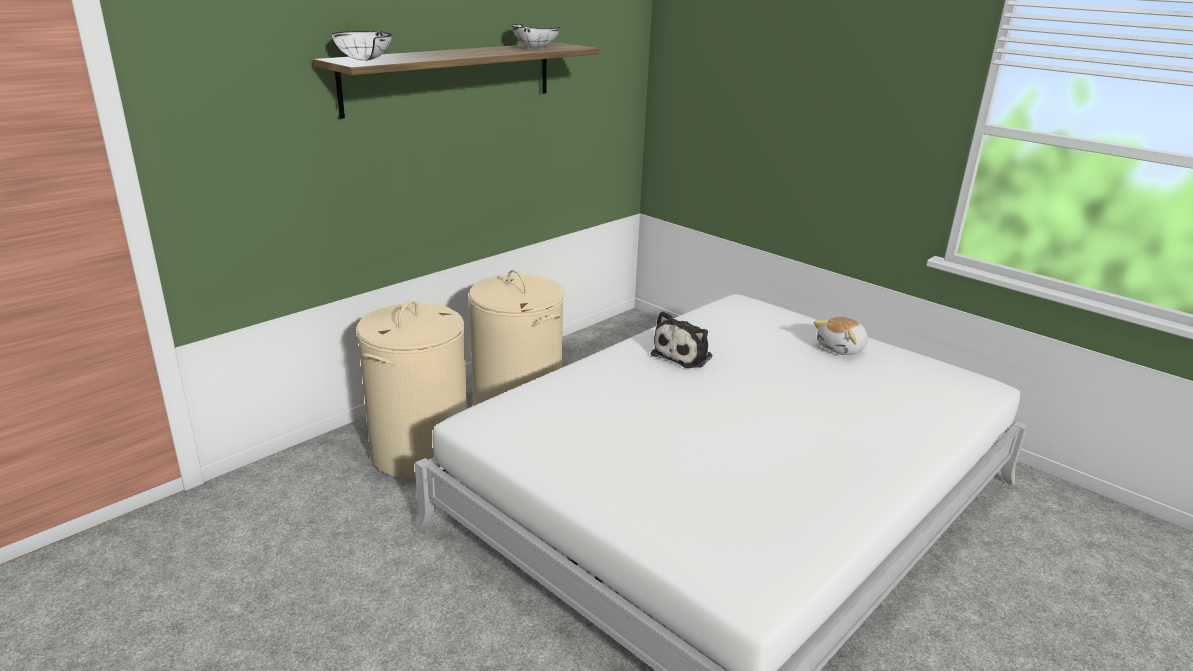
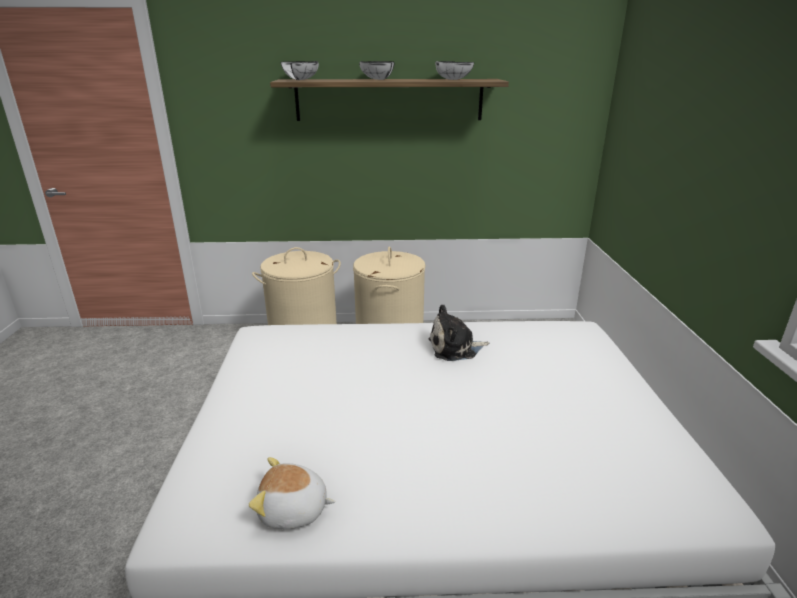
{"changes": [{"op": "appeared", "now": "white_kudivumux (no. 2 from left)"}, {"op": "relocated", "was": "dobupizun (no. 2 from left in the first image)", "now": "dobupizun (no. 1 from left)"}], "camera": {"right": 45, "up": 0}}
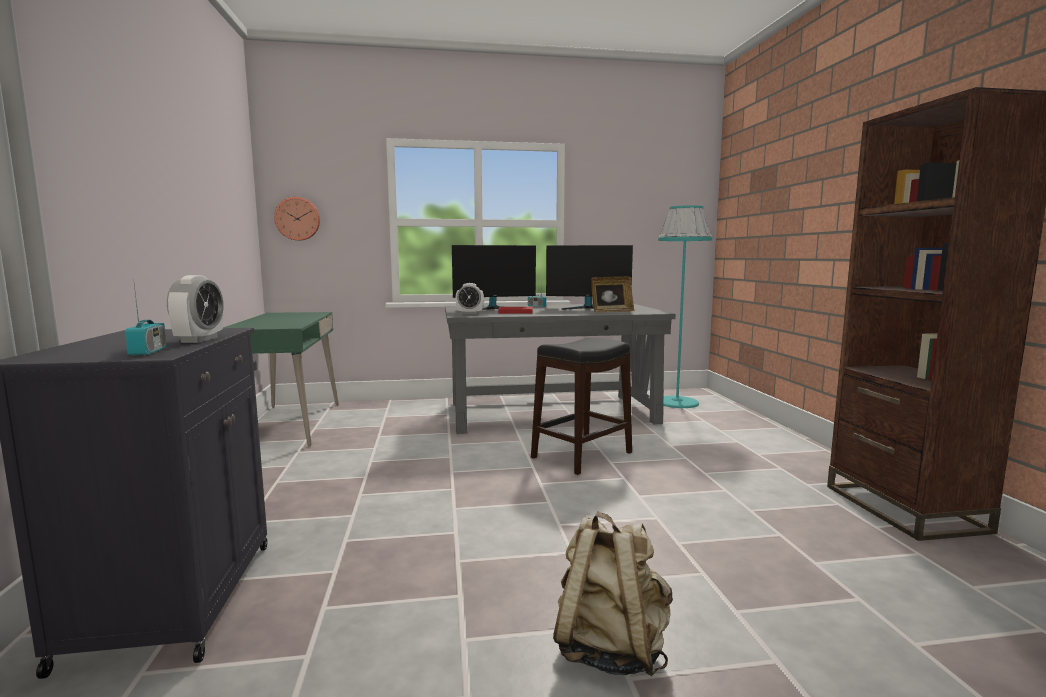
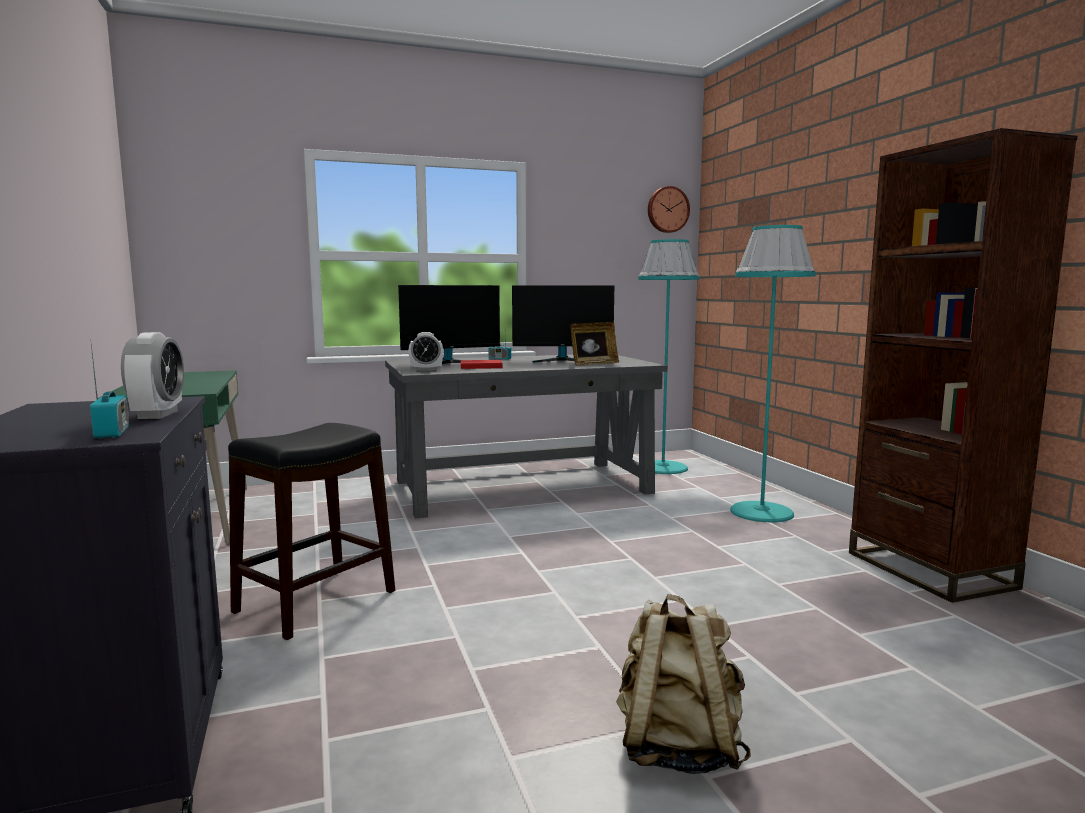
{"changes": [{"op": "appeared", "now": "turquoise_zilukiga (no. 2 from left)"}, {"op": "relocated", "was": "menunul"}, {"op": "relocated", "was": "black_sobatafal"}], "camera": {"right": -10, "up": 0}}
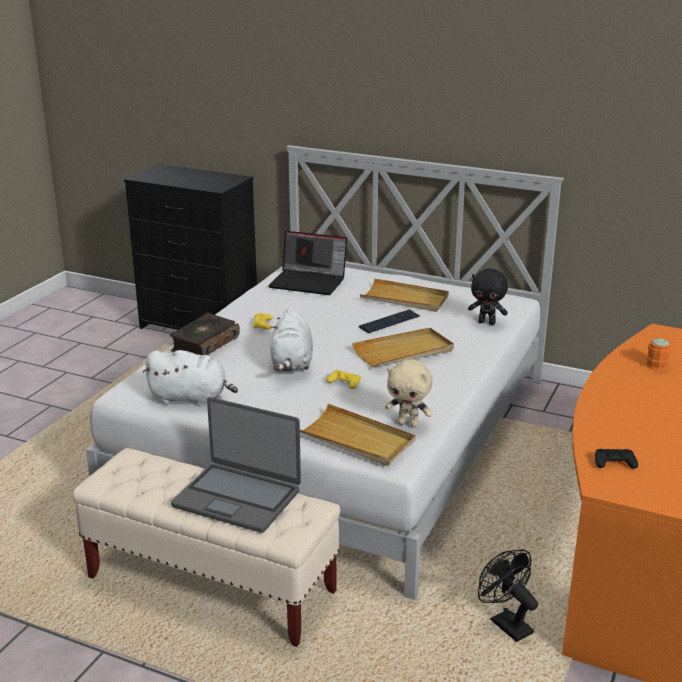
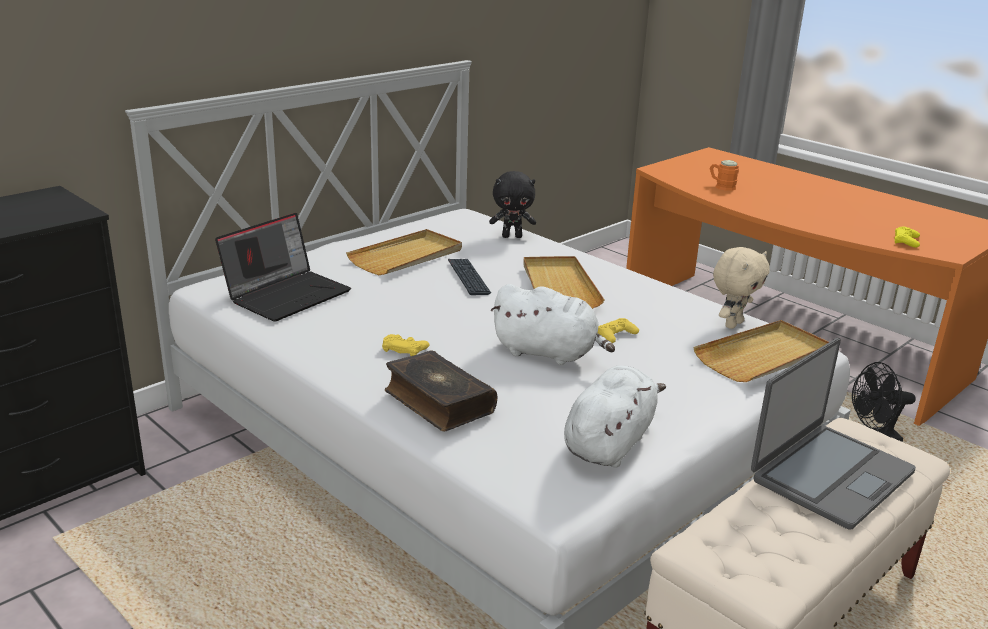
{"changes": [{"op": "colour", "was": "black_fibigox", "now": "yellow_fibigox (no. 3 from left)"}, {"op": "spun", "was": "black_dobupizun", "clockwise": 45}], "camera": {"right": -70, "up": 0}}
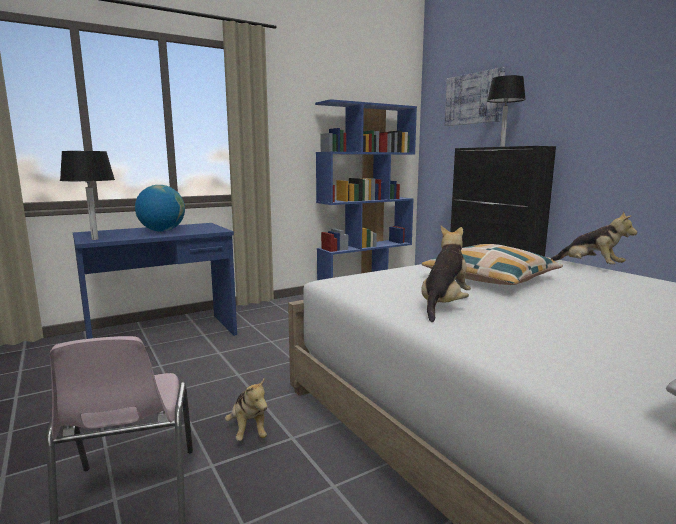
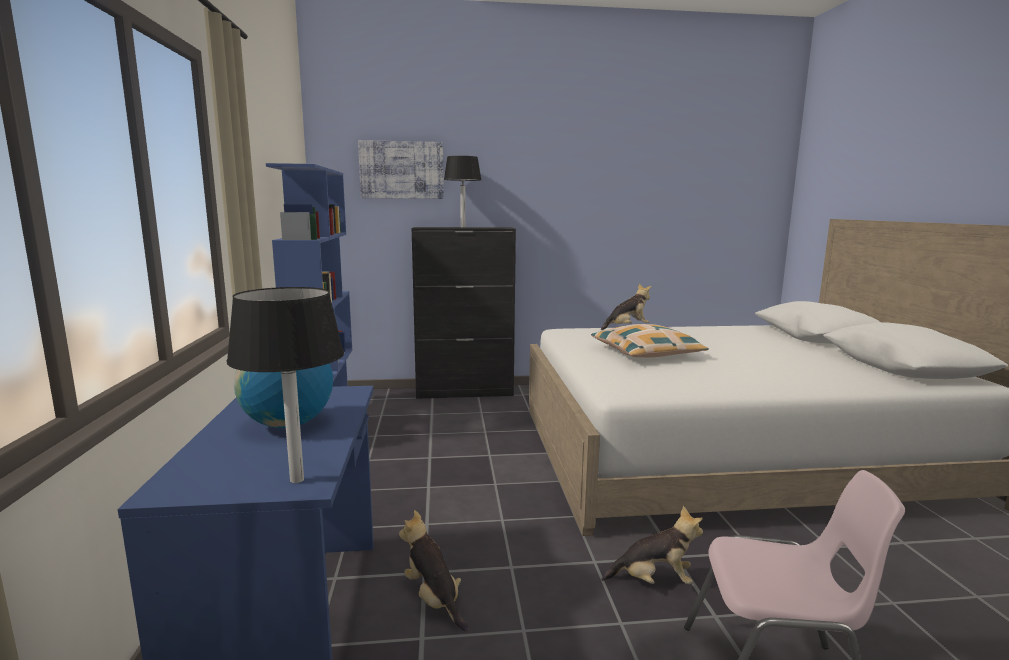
{"changes": [{"op": "relocated", "was": "dobupizun (no. 2 from left in the first image)", "now": "dobupizun (no. 1 from left)"}], "camera": {"right": -65, "up": 0}}
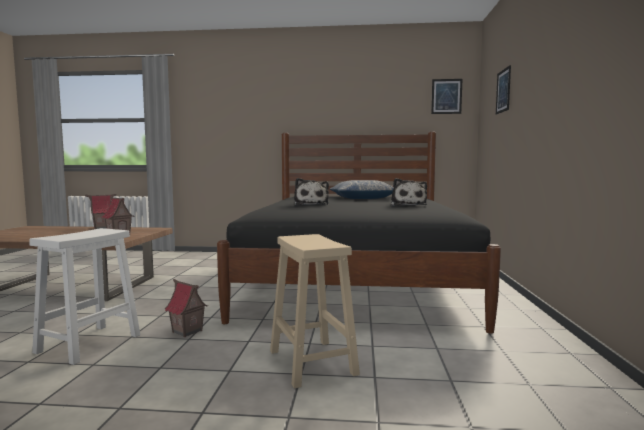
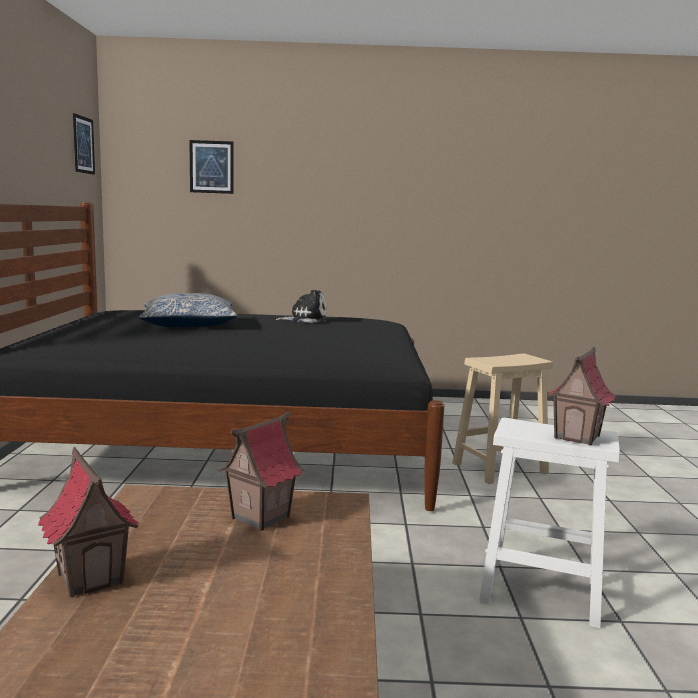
{"changes": [{"op": "missing", "was": "dobupizun (no. 1 from left)"}, {"op": "relocated", "was": "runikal (no. 3 from left)"}], "camera": {"right": -95, "up": 5}}
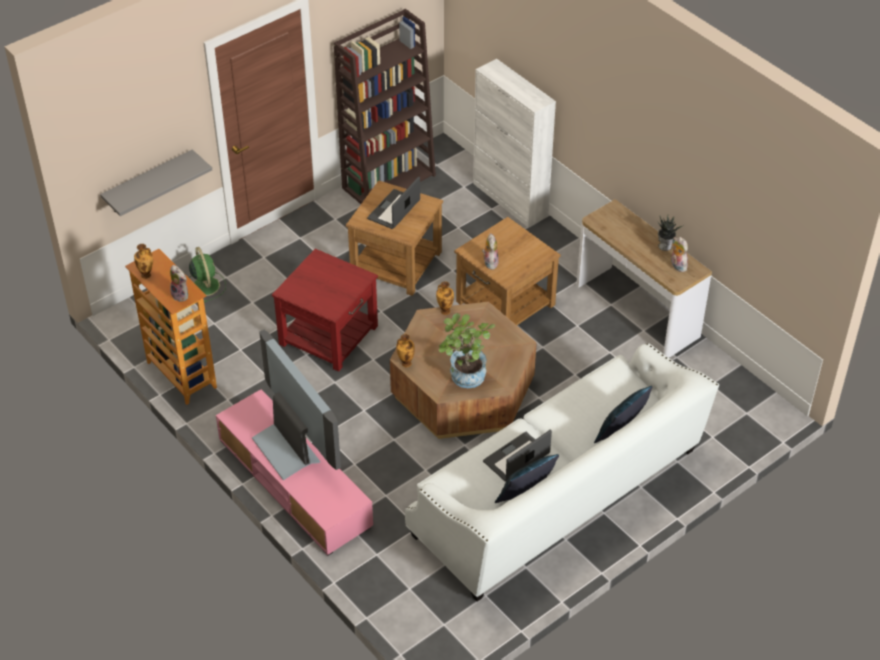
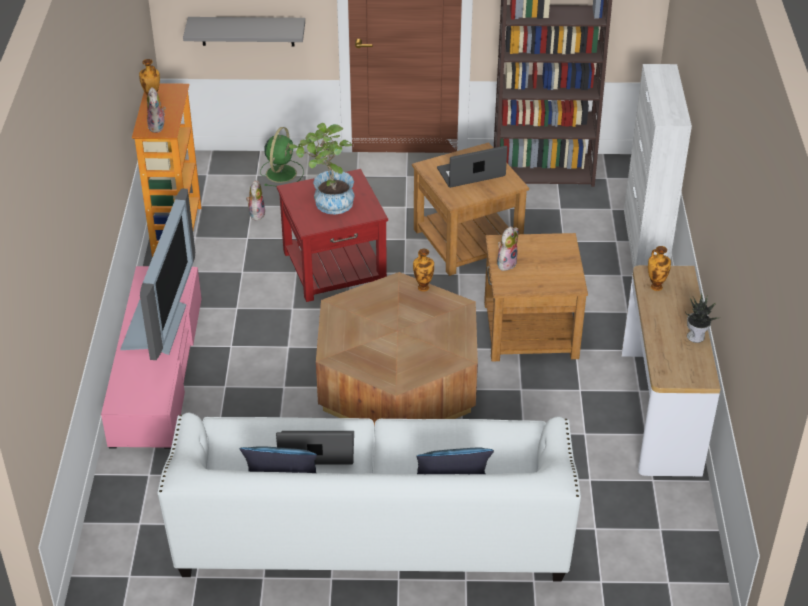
{"changes": [{"op": "relocated", "was": "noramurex (no. 2 from left in the first image)", "now": "noramurex (no. 3 from left)"}, {"op": "relocated", "was": "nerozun (no. 1 from left)"}, {"op": "relocated", "was": "dobupizun (no. 3 from left in the first image)", "now": "dobupizun (no. 2 from left)"}], "camera": {"right": 40, "up": -5}}
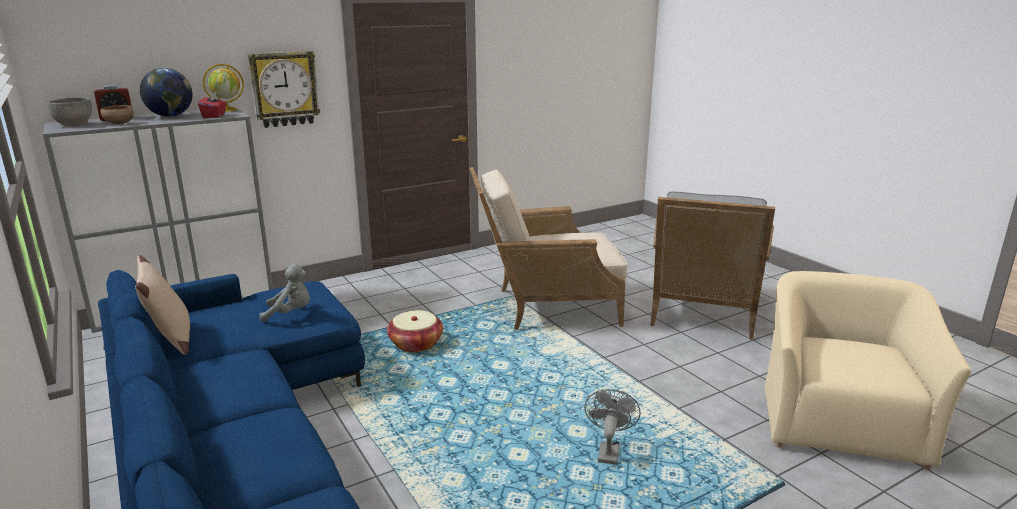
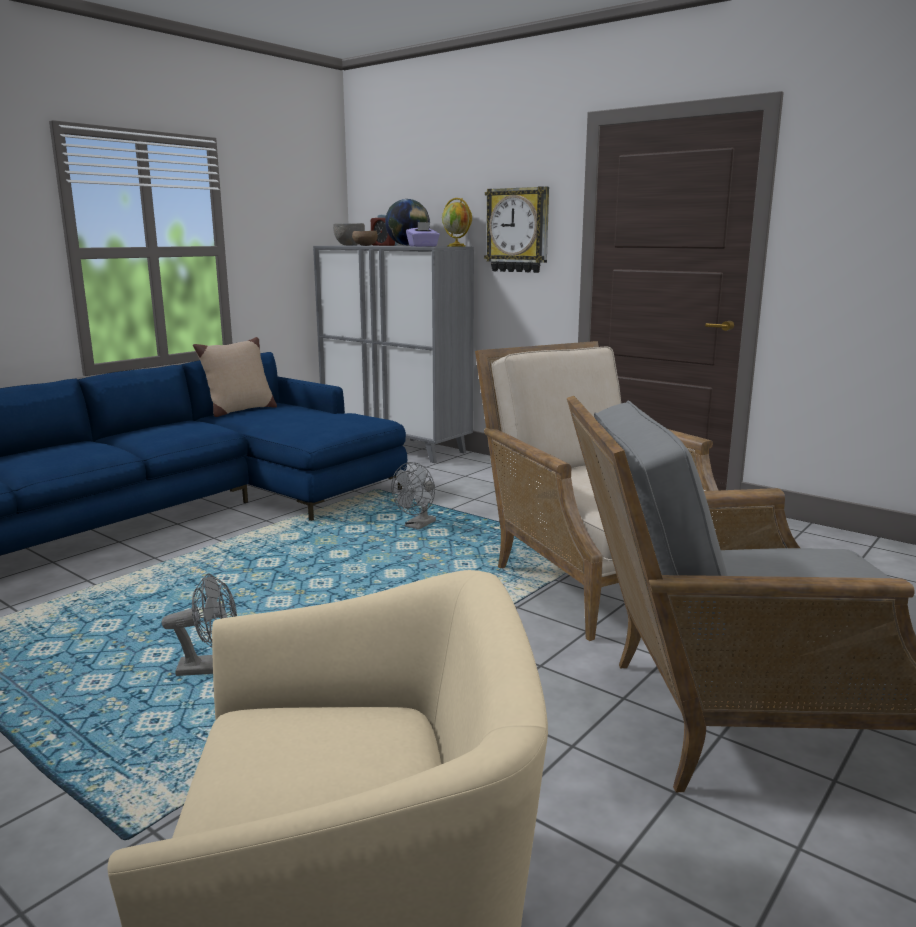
{"changes": [{"op": "missing", "was": "grey_dobupizun"}, {"op": "exchanged", "was": "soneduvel", "now": "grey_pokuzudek (no. 2 from left)"}, {"op": "colour", "was": "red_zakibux", "now": "purple_zakibux"}], "camera": {"right": 70, "up": -5}}
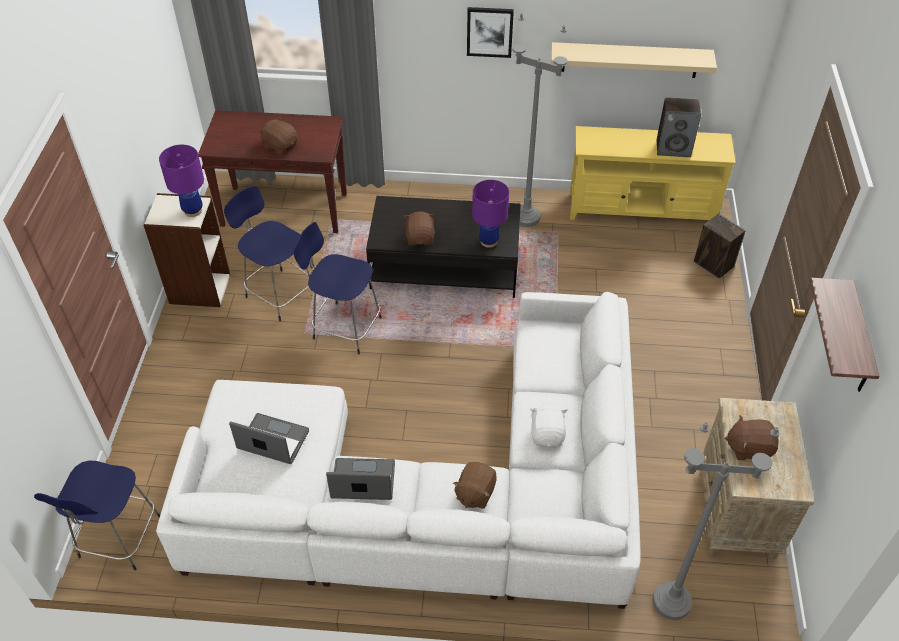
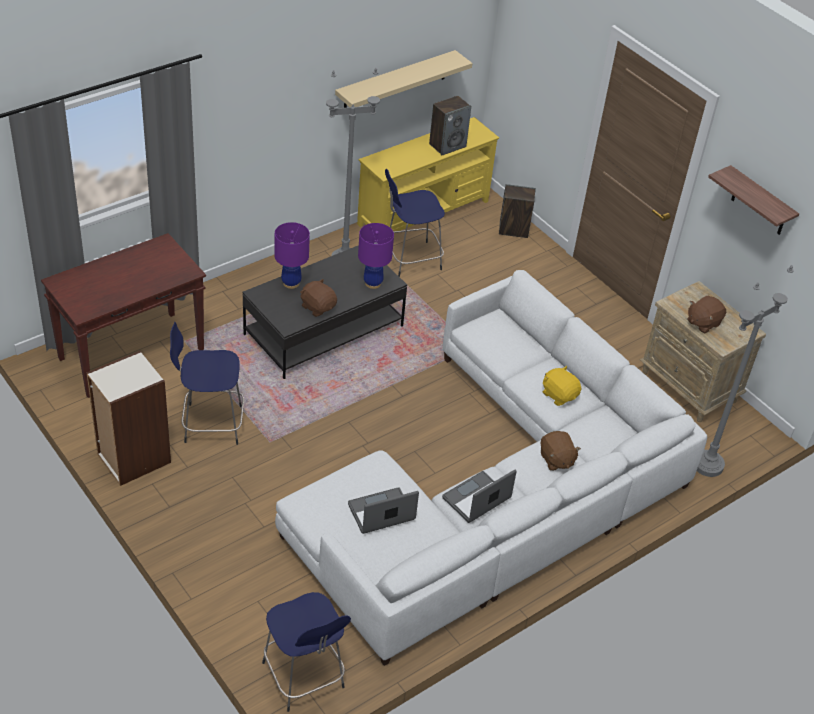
{"changes": [{"op": "missing", "was": "brown_dobupizun (no. 1 from left)"}, {"op": "missing", "was": "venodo"}, {"op": "relocated", "was": "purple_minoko (no. 1 from left)"}, {"op": "relocated", "was": "blue_sobatafal (no. 3 from left)"}, {"op": "colour", "was": "white_dobupizun", "now": "yellow_dobupizun"}], "camera": {"right": -45, "up": -5}}
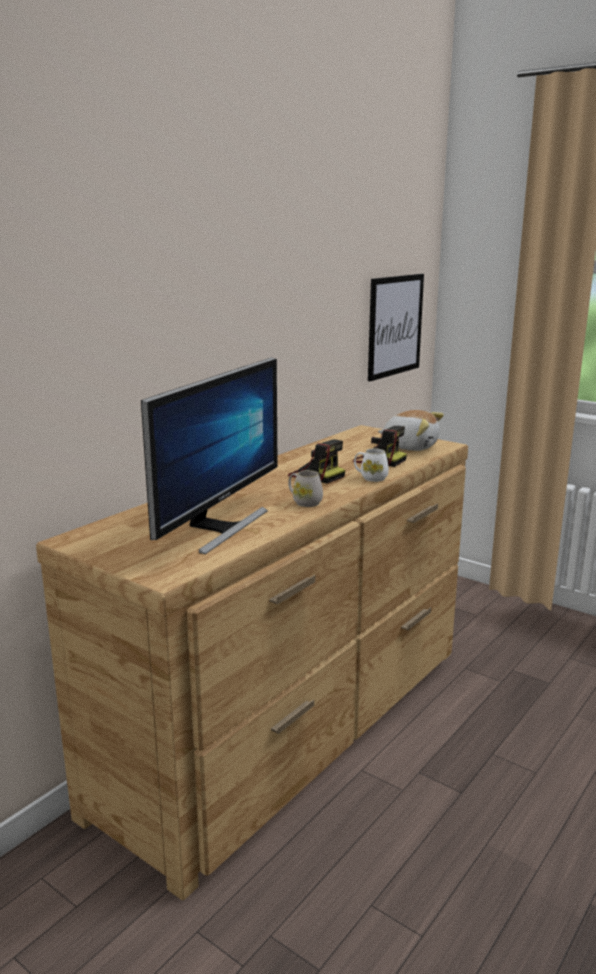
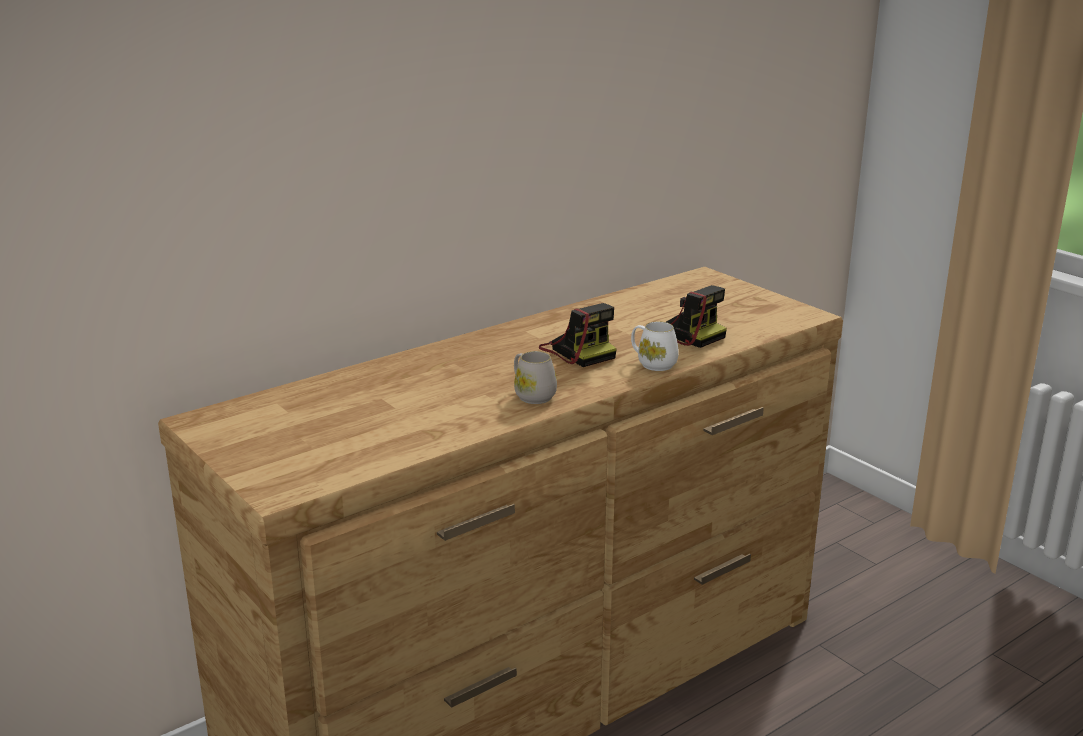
{"changes": [{"op": "missing", "was": "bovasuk"}, {"op": "missing", "was": "venodo"}, {"op": "missing", "was": "dobupizun"}], "camera": {"right": 15, "up": 5}}
